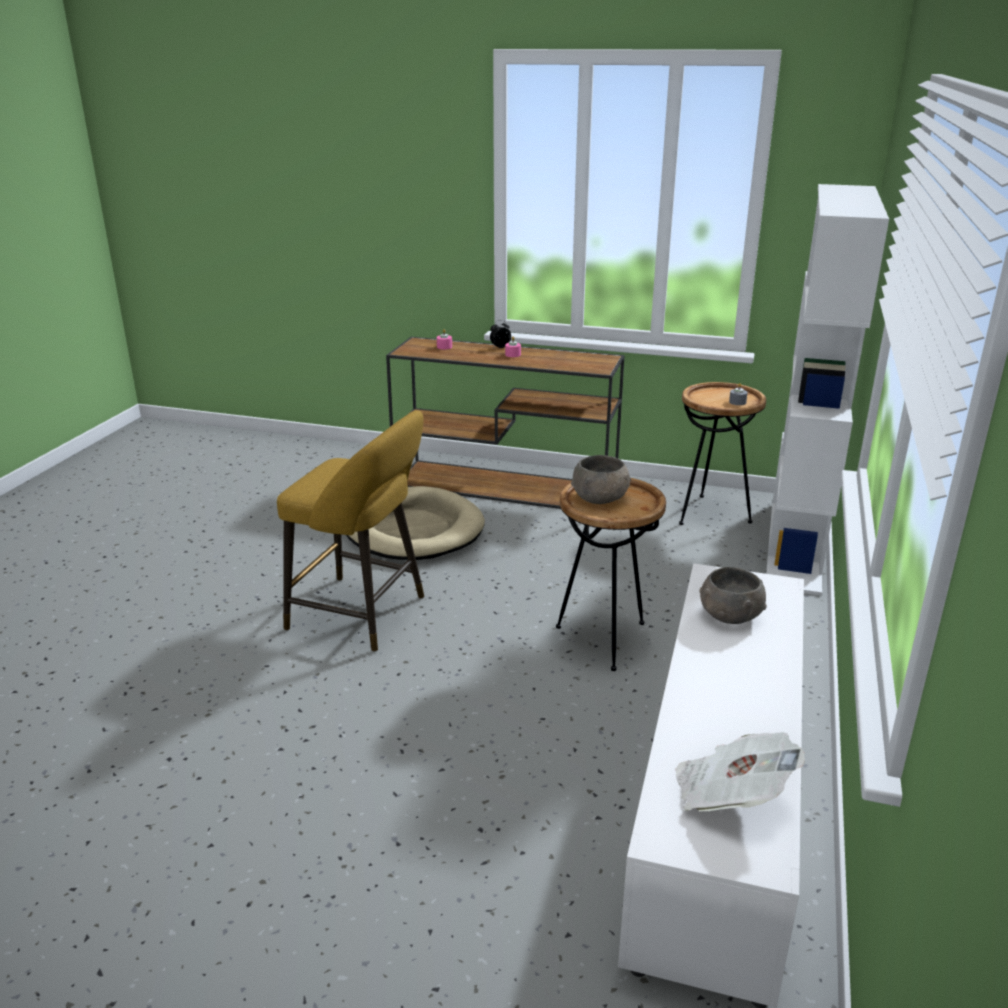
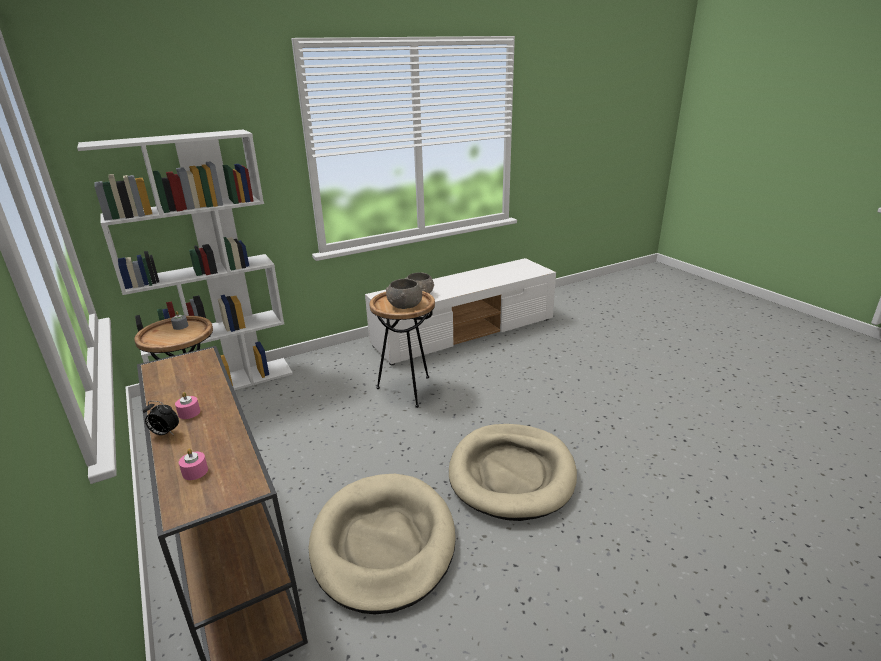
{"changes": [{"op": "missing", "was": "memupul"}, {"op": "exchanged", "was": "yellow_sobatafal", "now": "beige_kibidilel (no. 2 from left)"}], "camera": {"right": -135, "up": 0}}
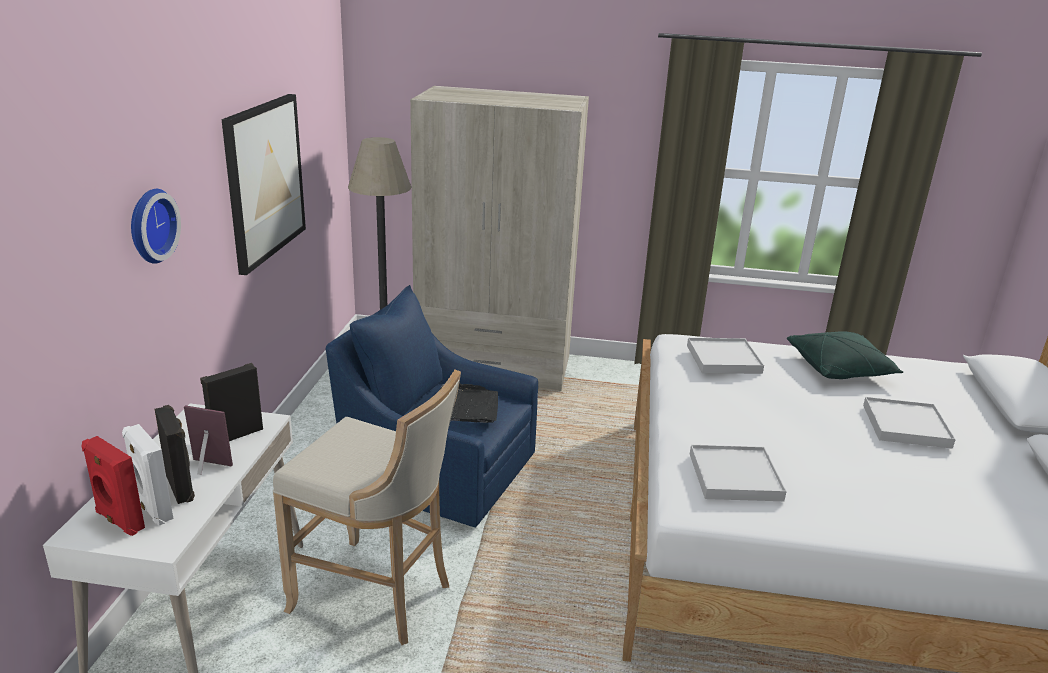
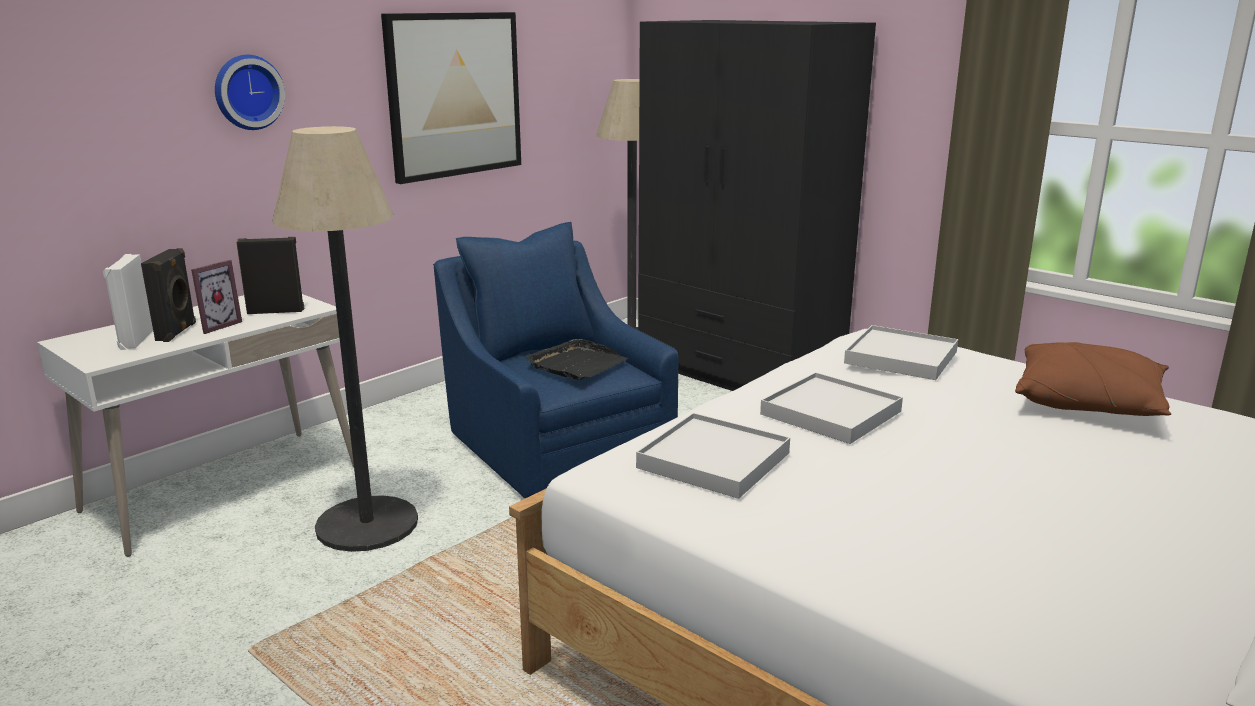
{"changes": [{"op": "missing", "was": "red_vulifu"}, {"op": "relocated", "was": "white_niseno (no. 3 from left in the first image)", "now": "white_niseno (no. 2 from left)"}, {"op": "exchanged", "was": "beige_sobatafal", "now": "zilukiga (no. 1 from left)"}, {"op": "colour", "was": "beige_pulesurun", "now": "black_pulesurun"}, {"op": "colour", "was": "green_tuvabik", "now": "brown_tuvabik"}, {"op": "spun", "was": "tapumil", "clockwise": 75}], "camera": {"right": 35, "up": -5}}
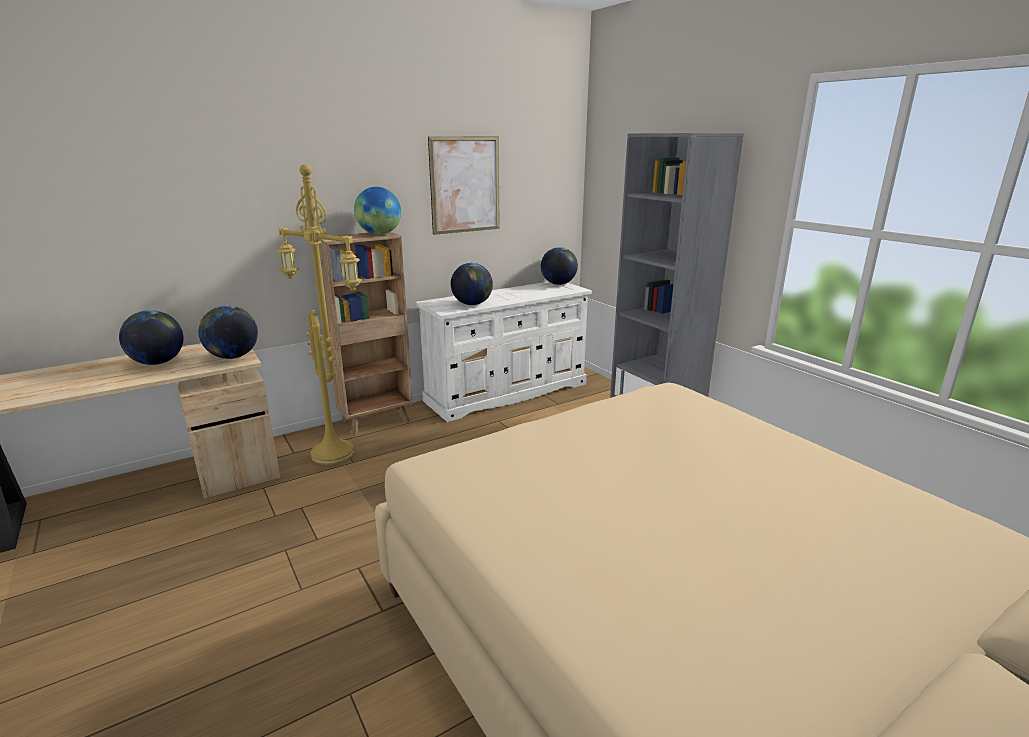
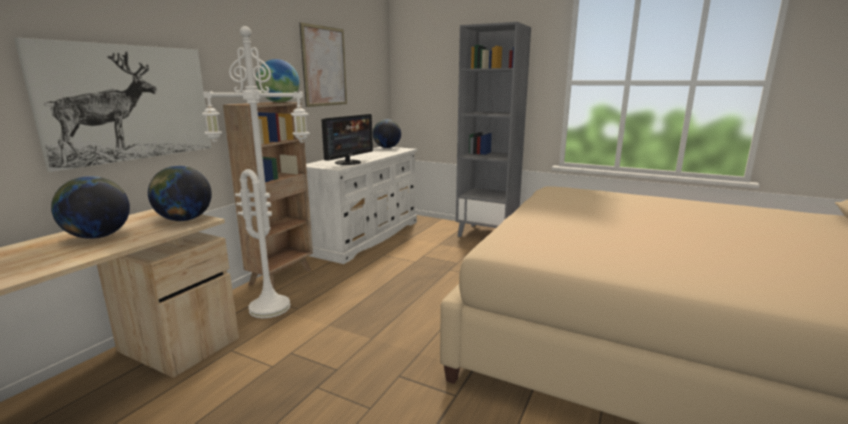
{"changes": [{"op": "appeared", "now": "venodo (no. 1 from left)"}, {"op": "exchanged", "was": "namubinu (no. 4 from left)", "now": "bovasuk"}, {"op": "colour", "was": "yellow_zilukiga", "now": "white_zilukiga"}], "camera": {"right": -30, "up": -5}}
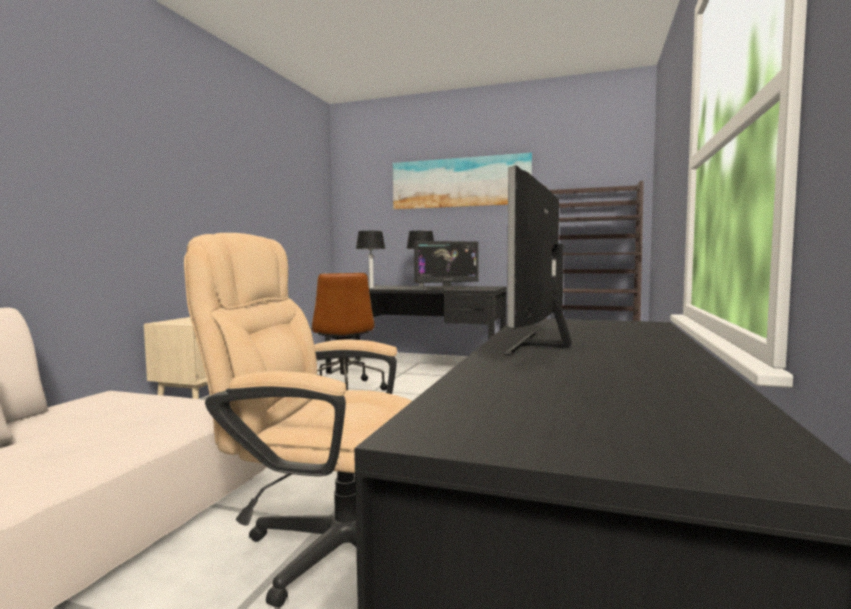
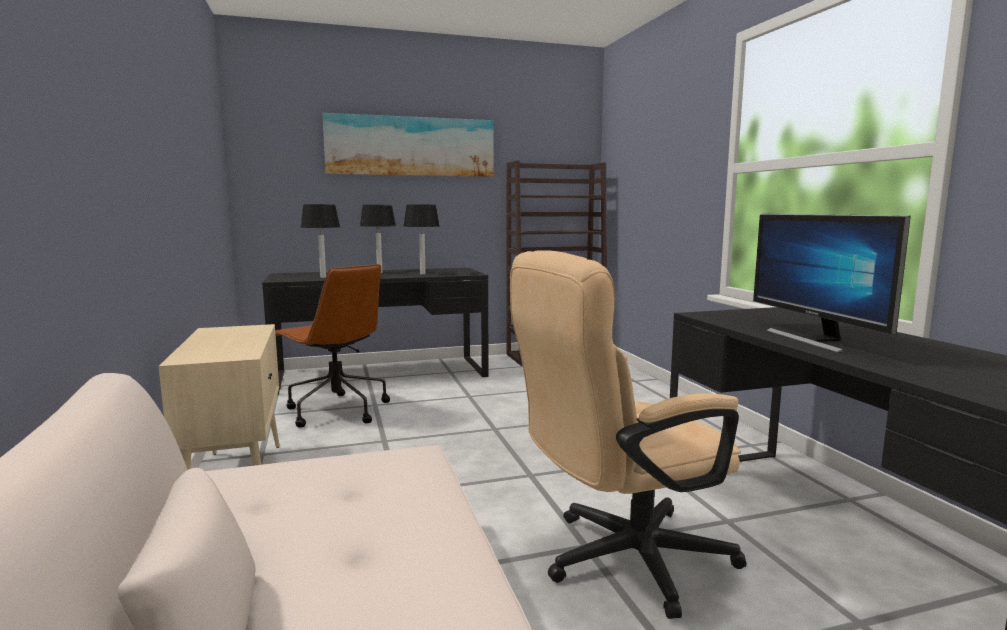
{"changes": [{"op": "exchanged", "was": "bovasuk (no. 1 from left)", "now": "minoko (no. 3 from left)"}], "camera": {"right": -35, "up": 5}}
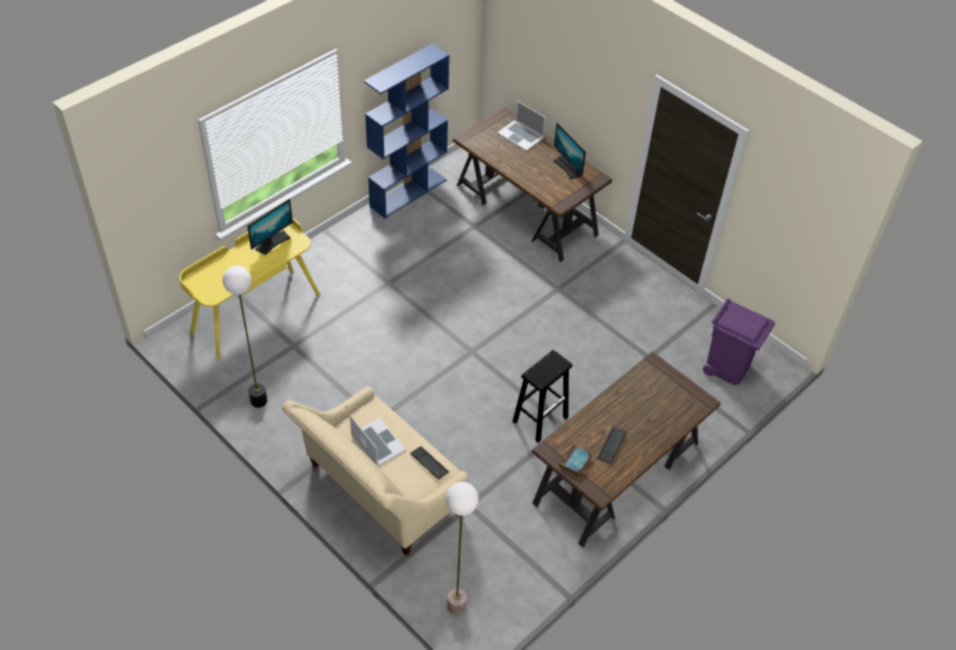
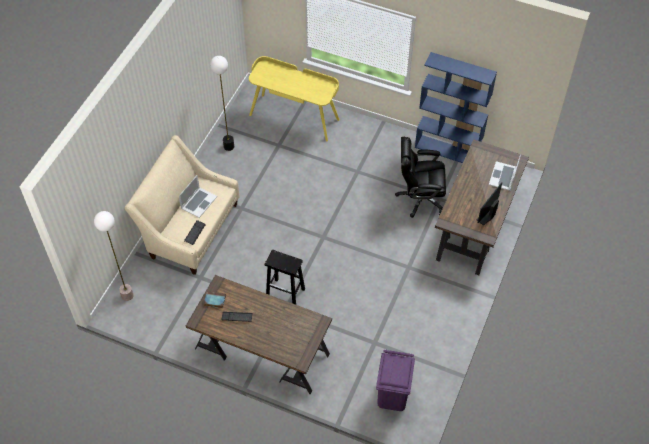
{"changes": [{"op": "missing", "was": "bovasuk (no. 1 from left)"}, {"op": "appeared", "now": "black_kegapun"}], "camera": {"right": 70, "up": 5}}
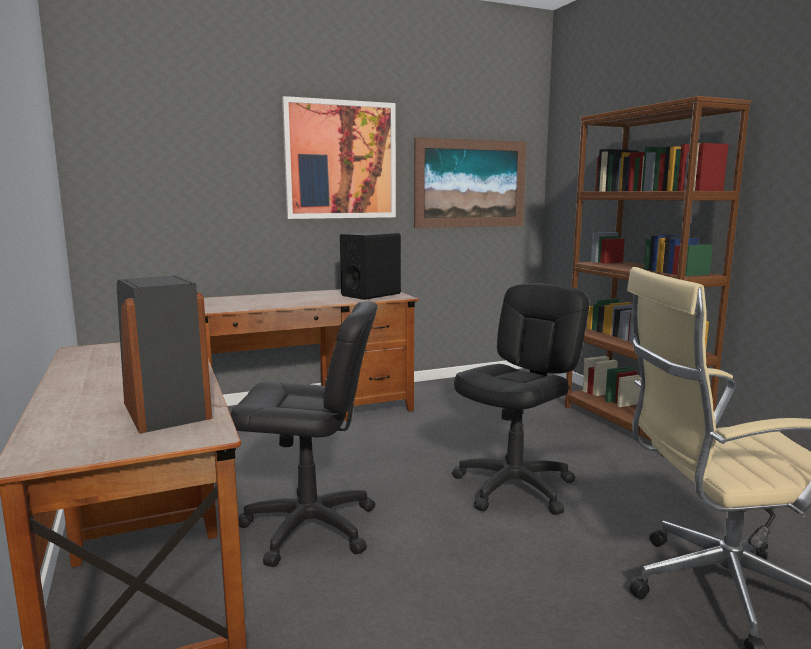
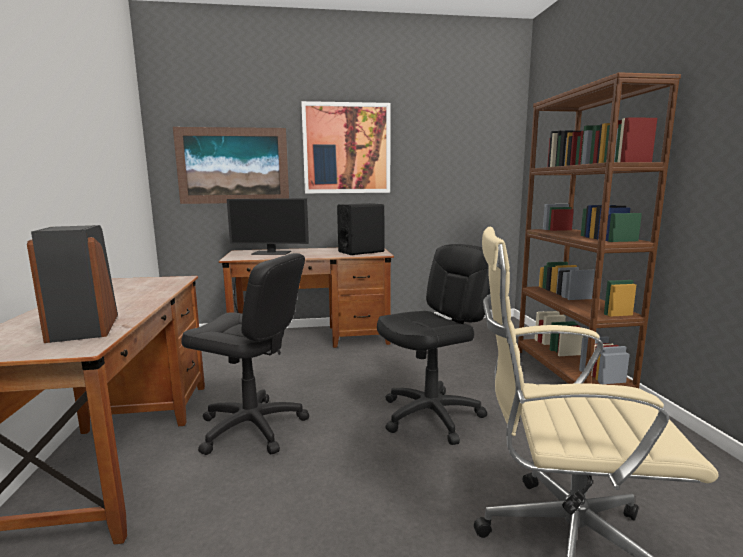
{"changes": [{"op": "appeared", "now": "bovasuk"}, {"op": "relocated", "was": "venodo (no. 2 from left in the first image)", "now": "venodo (no. 1 from left)"}], "camera": {"right": 15, "up": 0}}
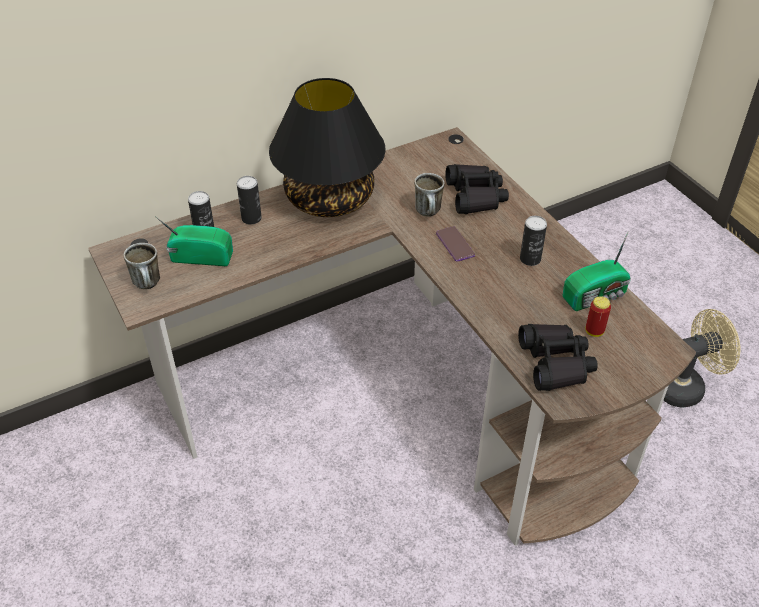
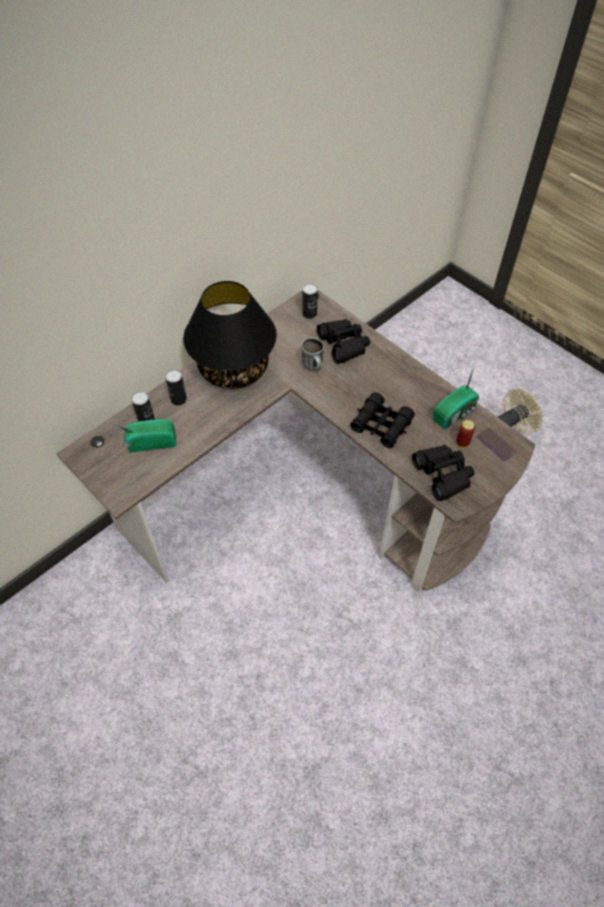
{"changes": [{"op": "missing", "was": "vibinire (no. 1 from left)"}, {"op": "appeared", "now": "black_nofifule (no. 2 from left)"}, {"op": "relocated", "was": "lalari"}, {"op": "relocated", "was": "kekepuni (no. 3 from left)"}], "camera": {"right": -15, "up": 10}}
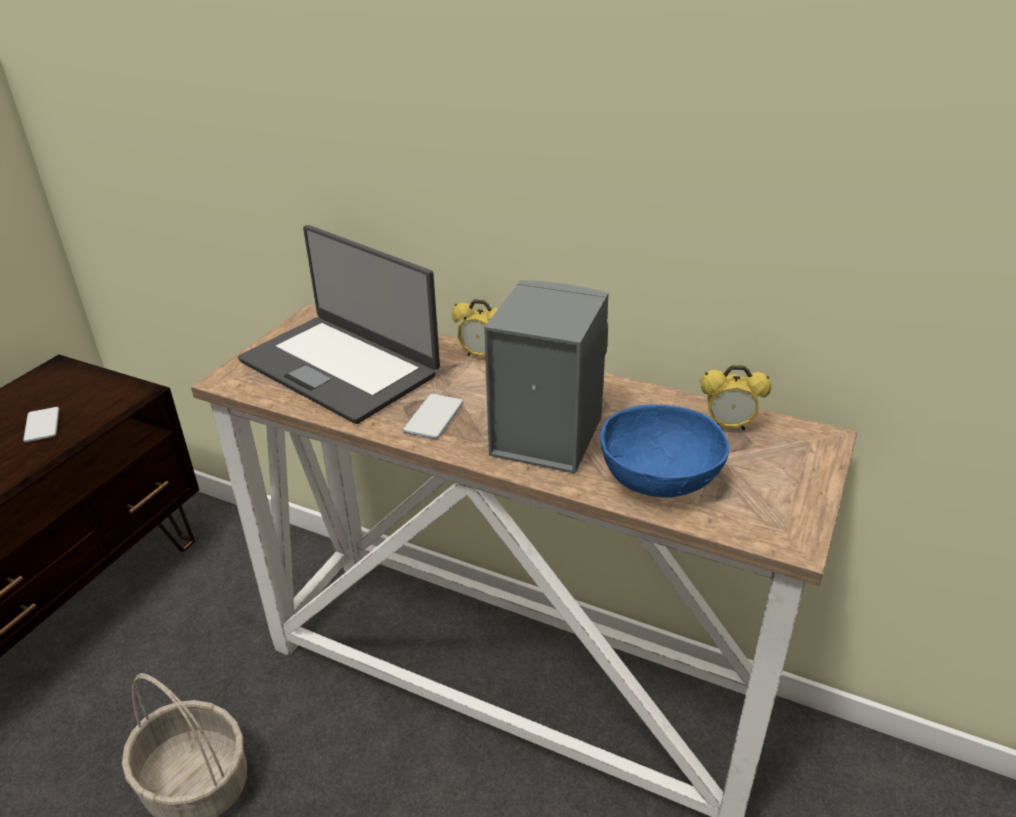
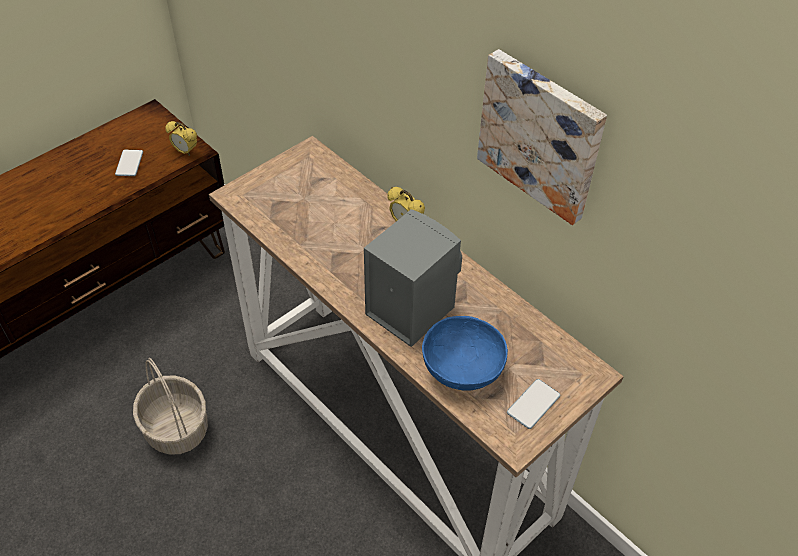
{"changes": [{"op": "missing", "was": "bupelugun"}, {"op": "appeared", "now": "venodo"}, {"op": "relocated", "was": "lalari (no. 2 from left)"}, {"op": "relocated", "was": "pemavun (no. 2 from left in the first image)", "now": "pemavun (no. 1 from left)"}], "camera": {"right": 20, "up": 15}}
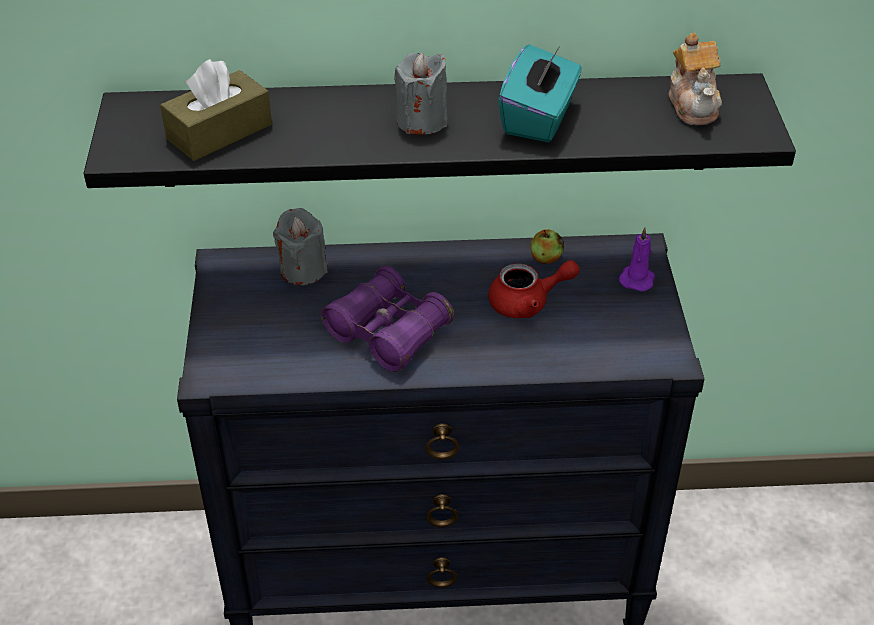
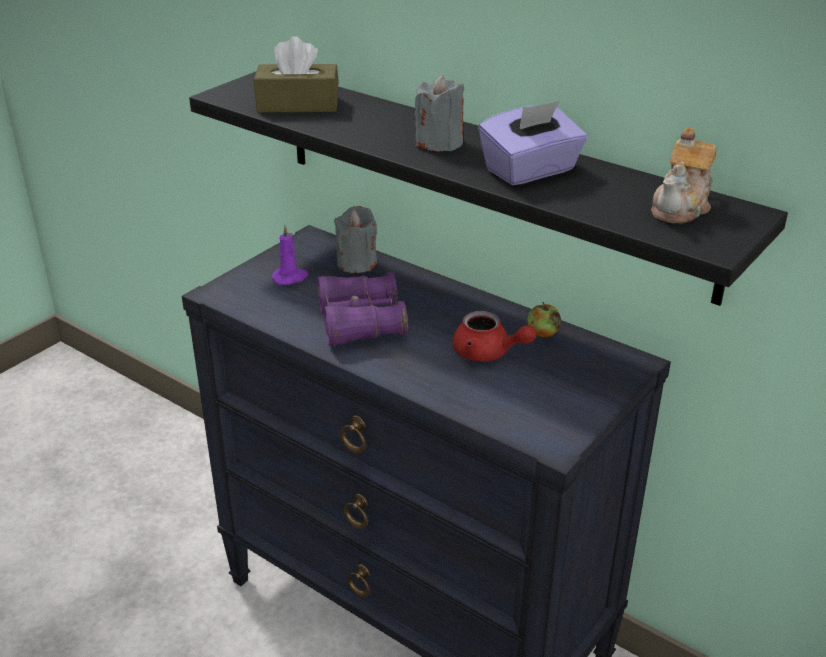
{"changes": [{"op": "relocated", "was": "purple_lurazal"}, {"op": "colour", "was": "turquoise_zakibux", "now": "purple_zakibux"}], "camera": {"right": 40, "up": -10}}
